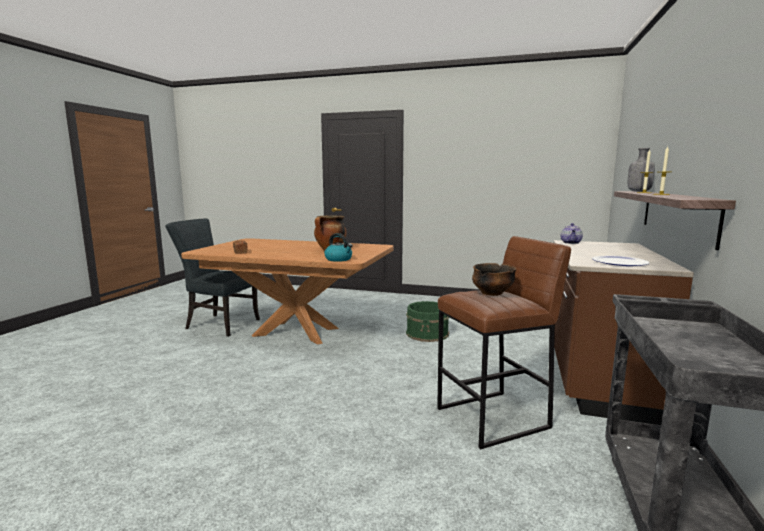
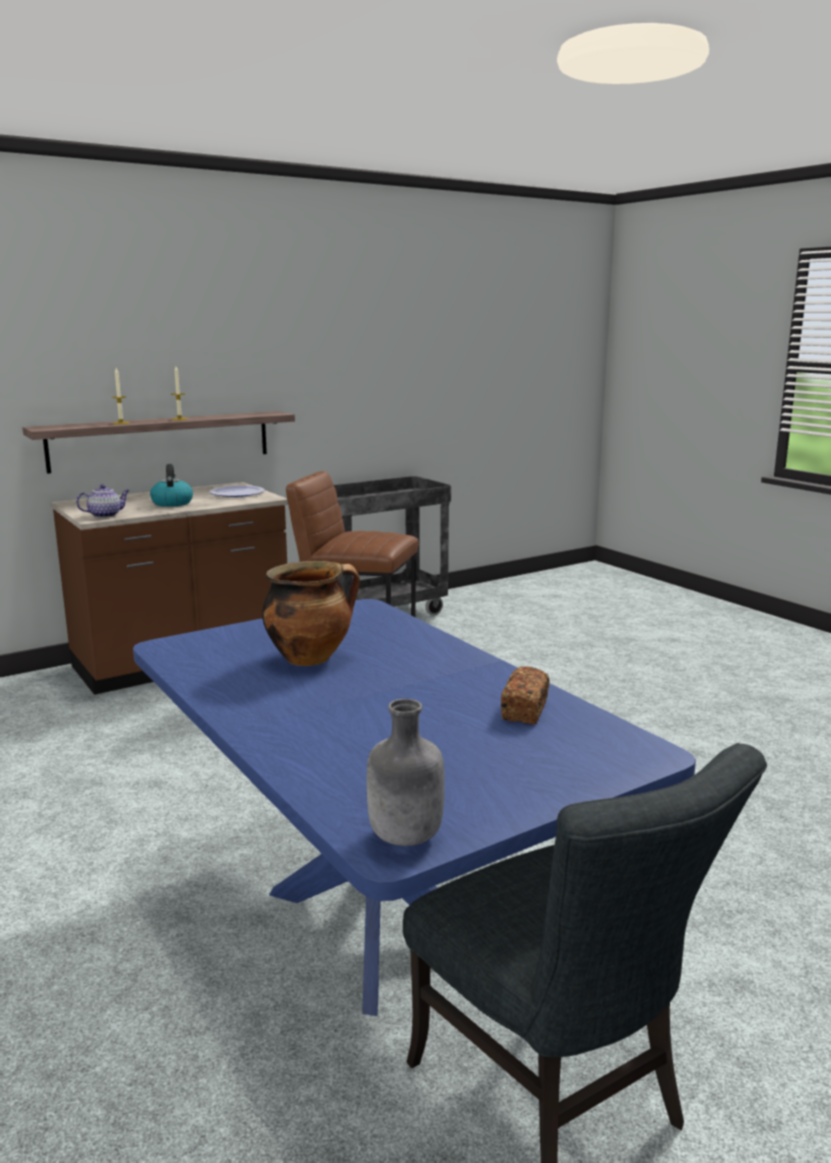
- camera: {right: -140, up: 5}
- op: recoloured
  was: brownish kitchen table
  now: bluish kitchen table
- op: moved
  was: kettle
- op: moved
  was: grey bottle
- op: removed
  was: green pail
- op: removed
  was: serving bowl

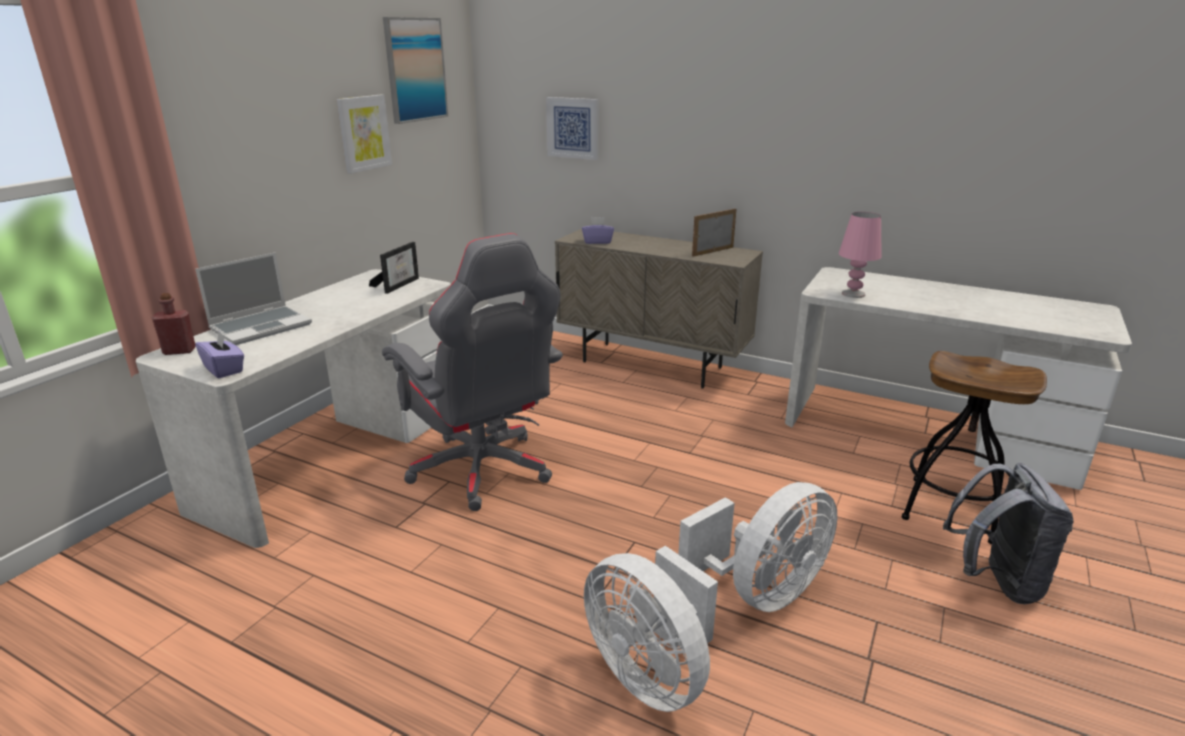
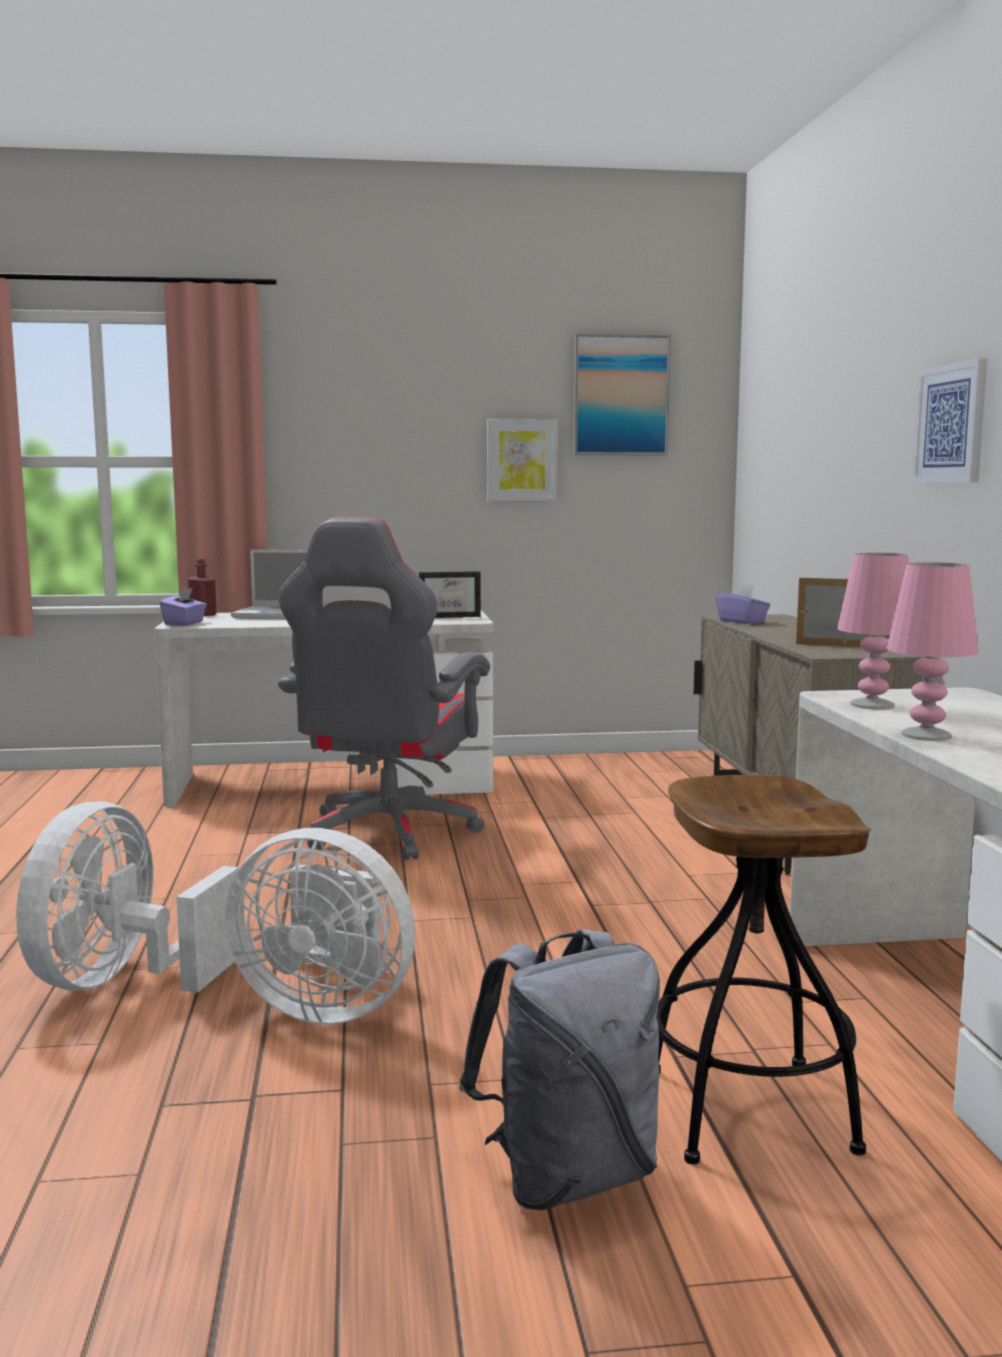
- camera: {right: 55, up: -15}
- op: added
  now: pink tabletop lamp (2nd from left)
- op: moved
  was: wall art (3rd from left)

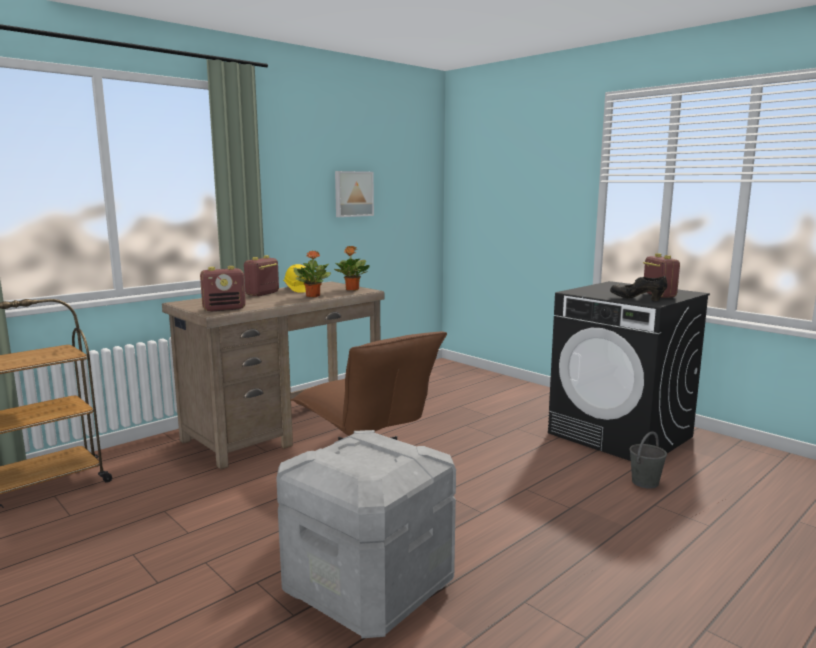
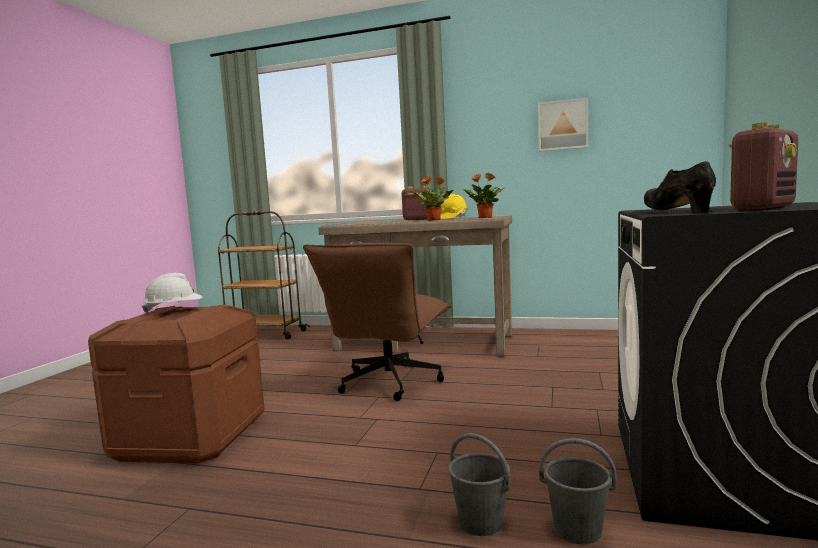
- camera: {right: 60, up: -5}
- op: recoloured
  was: grey storage container
  now: brownish storage container
- op: added
  now: whitish work helmet
- op: added
  now: grey pail (1st from left)
- op: removed
  was: radio (1st from left)

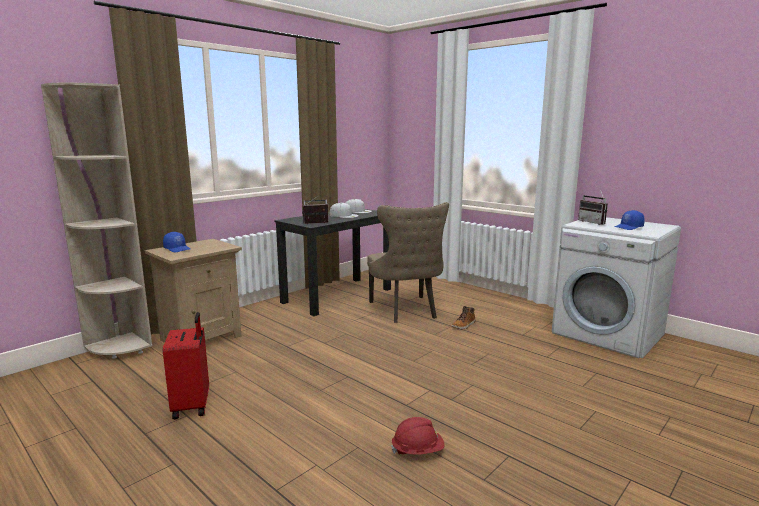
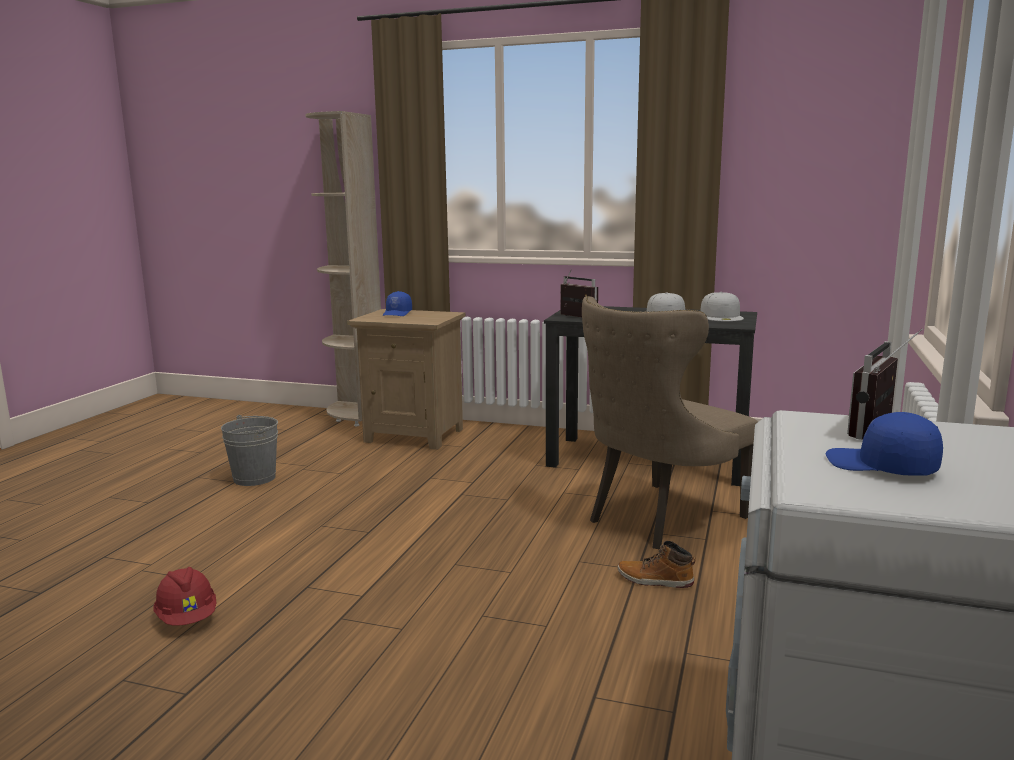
- camera: {right: 65, up: 0}
- op: replaced
  was: red suitcase
  now: grey pail

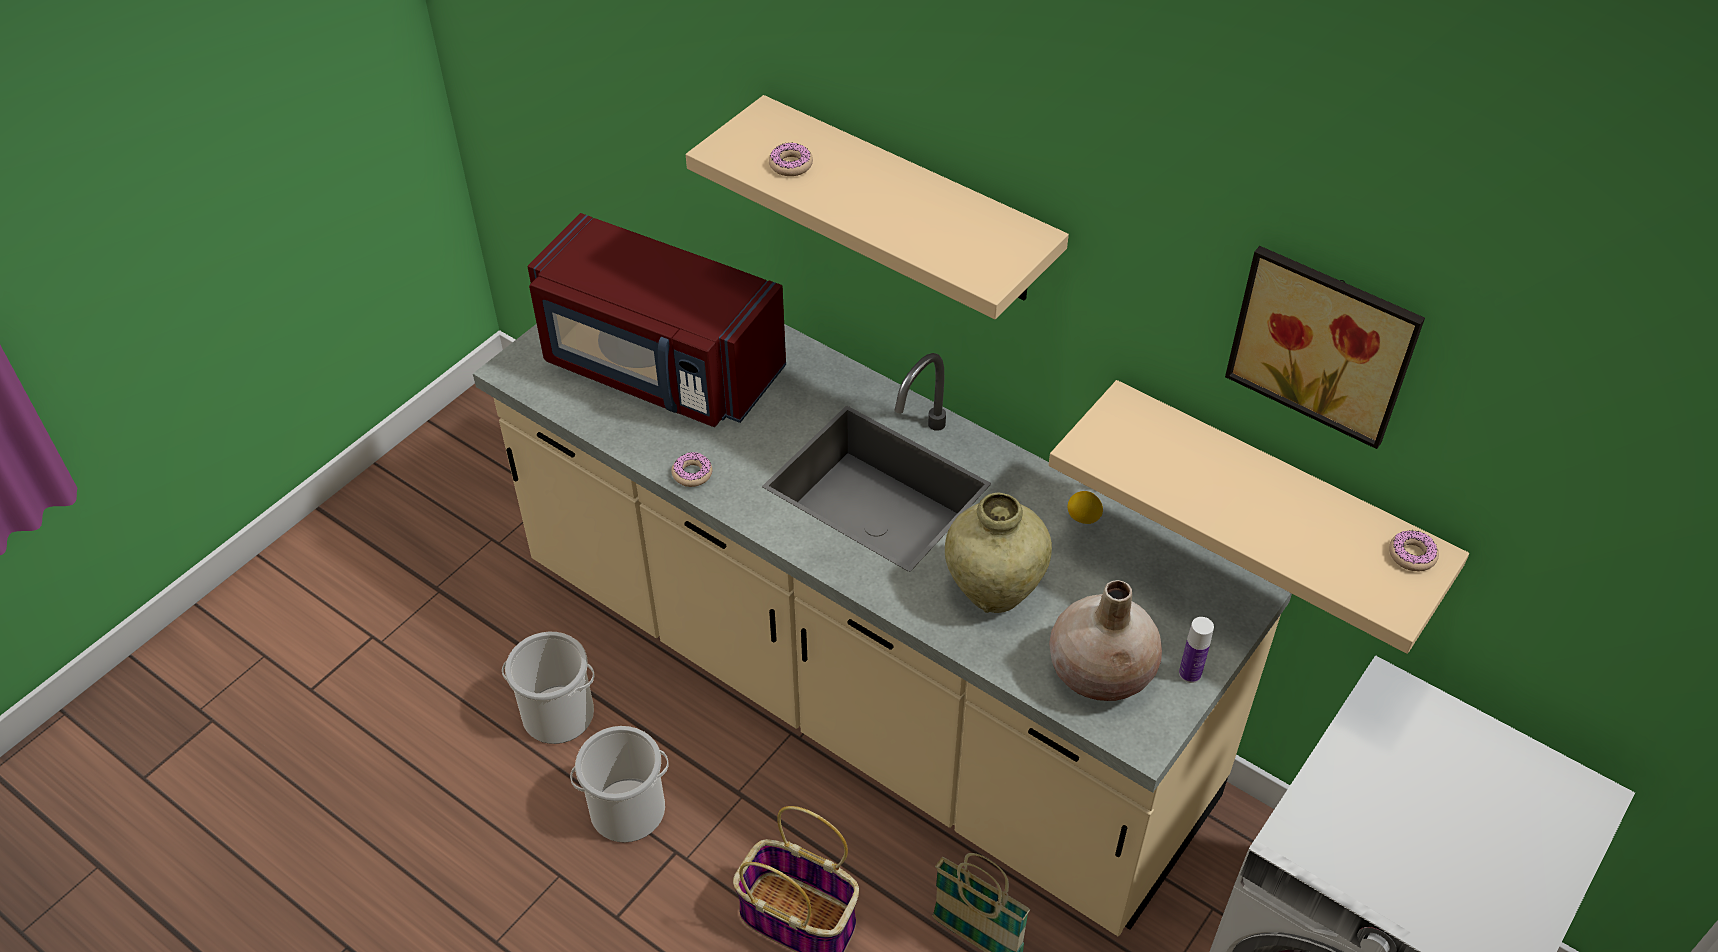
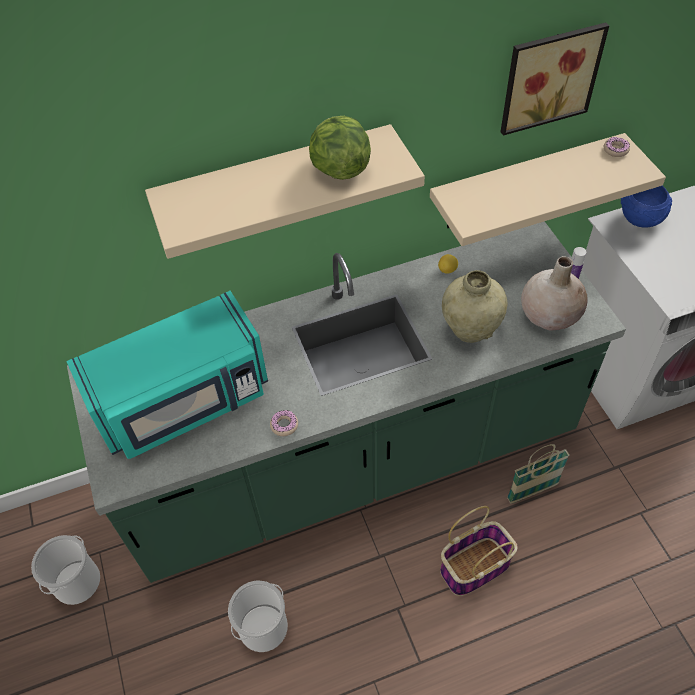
- camera: {right: -55, up: 5}
- op: moved
  was: pail (2nd from left in the first image)
  now: pail (1st from left)
- op: recoloured
  was: beige-coloured kitchen base unit
  now: green kitchen base unit
- op: recoloured
  was: red microwave
  now: turquoise-coloured microwave
- op: added
  now: lettuce head
- op: added
  now: bluish serving bowl
- op: removed
  was: doughnut (2nd from left)

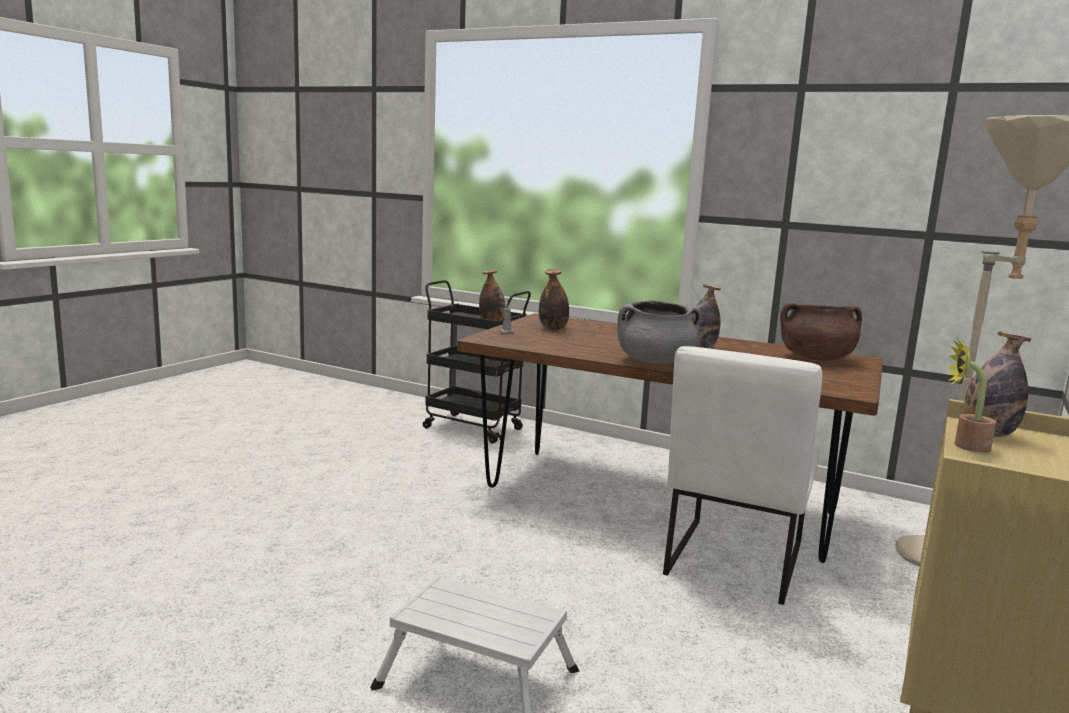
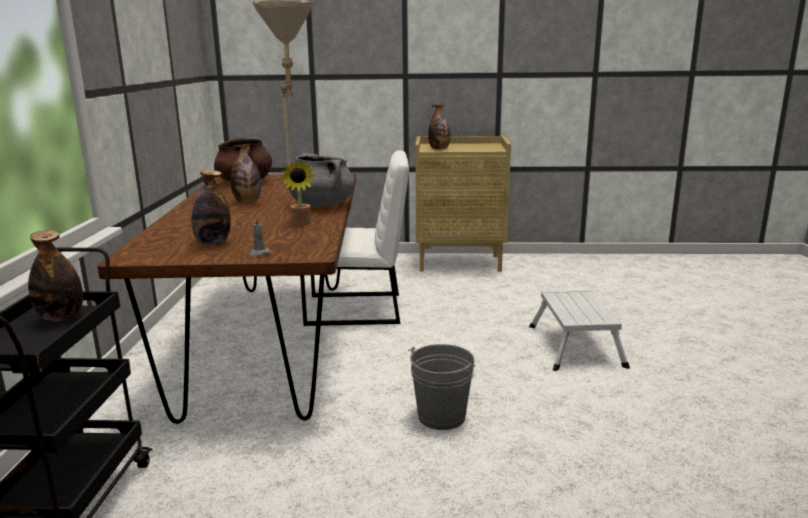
- camera: {right: -115, up: 5}
- op: moved
  was: plant in a pot
- op: added
  now: grey pail

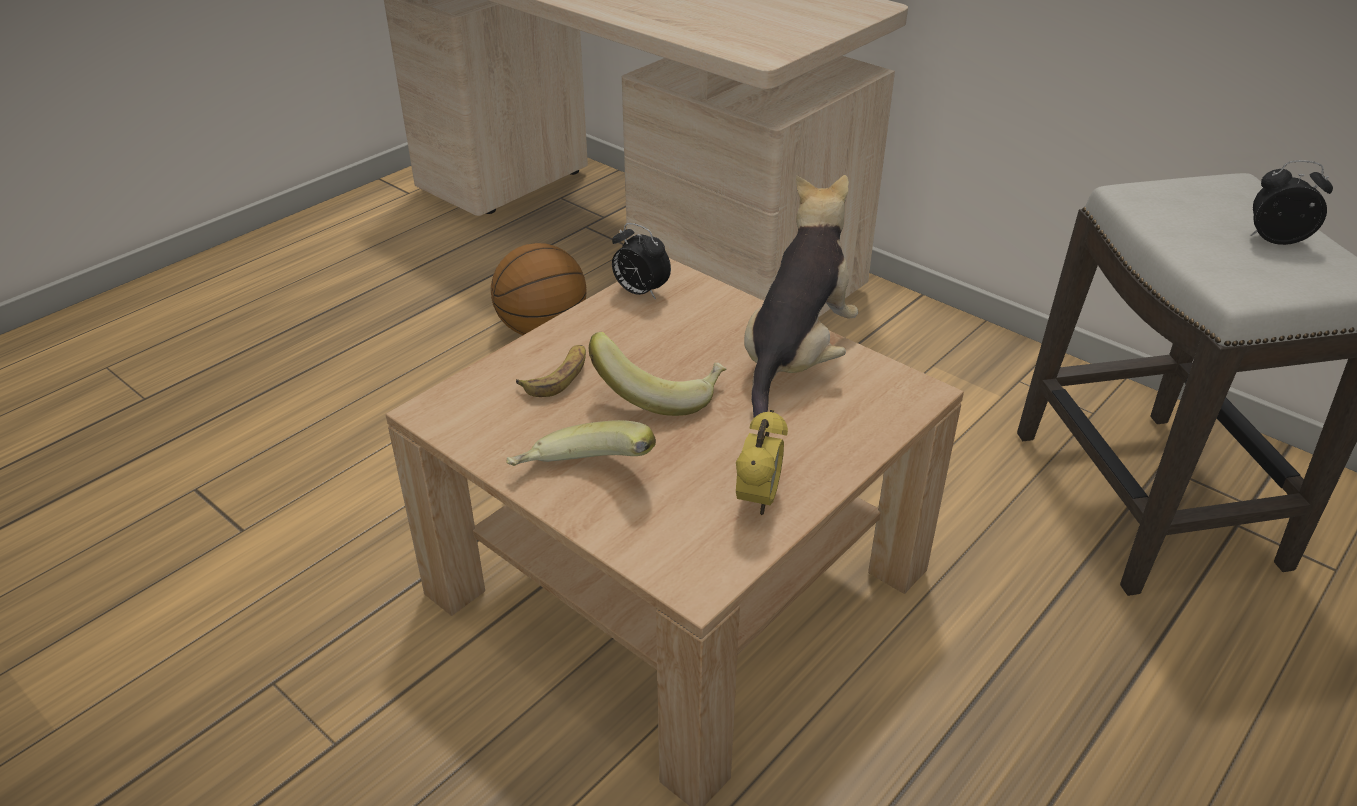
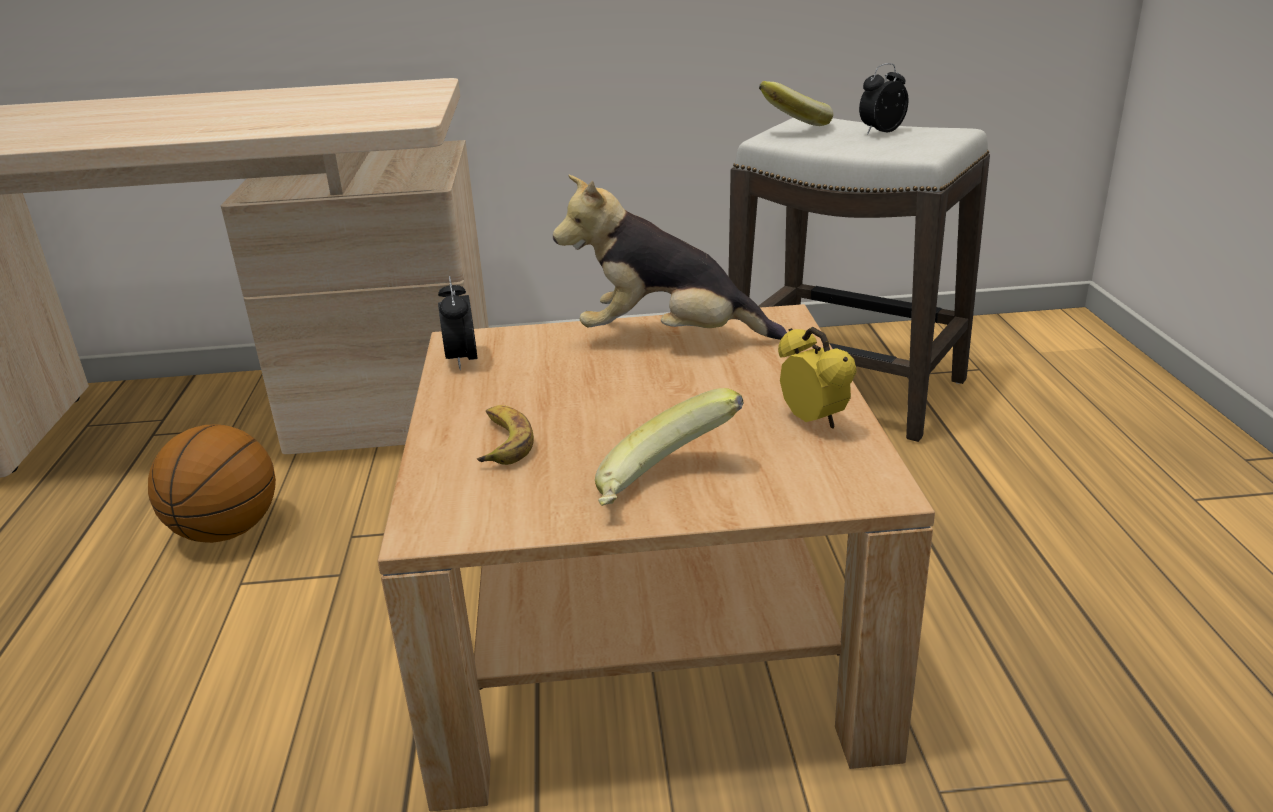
- camera: {right: -45, up: -10}
- op: turned
  was: table clock (1st from left)
  clockwise: 90
- op: turned
  was: cuddly toy
  clockwise: -60
- op: moved
  was: banana fruit (3rd from left)

